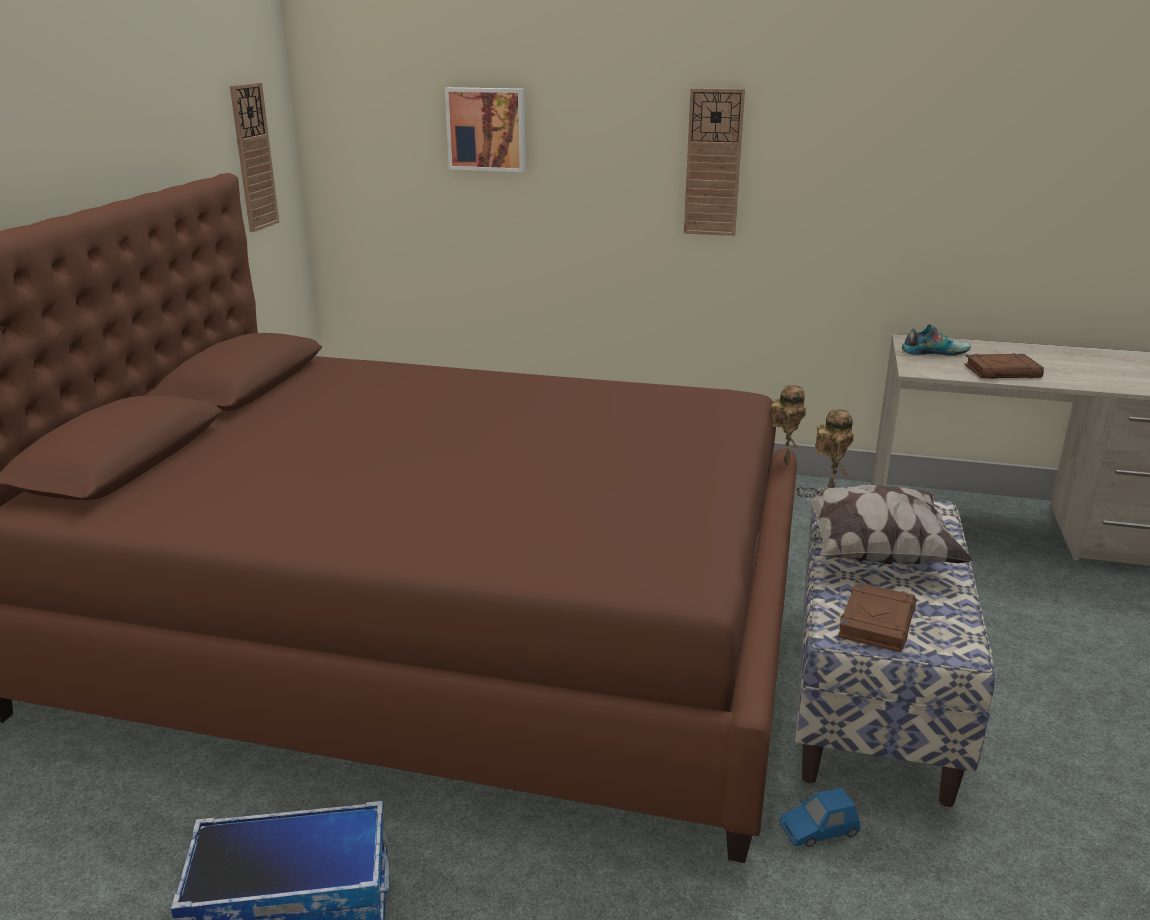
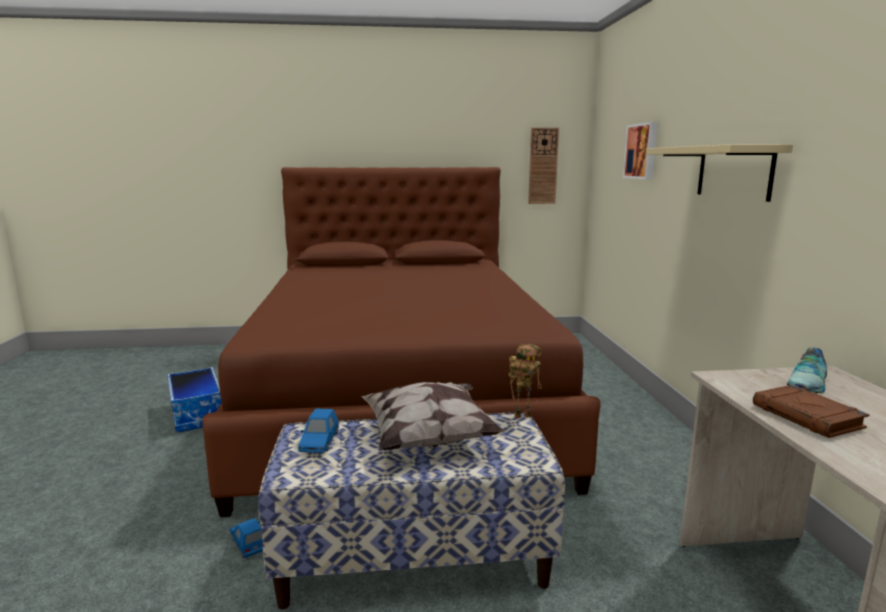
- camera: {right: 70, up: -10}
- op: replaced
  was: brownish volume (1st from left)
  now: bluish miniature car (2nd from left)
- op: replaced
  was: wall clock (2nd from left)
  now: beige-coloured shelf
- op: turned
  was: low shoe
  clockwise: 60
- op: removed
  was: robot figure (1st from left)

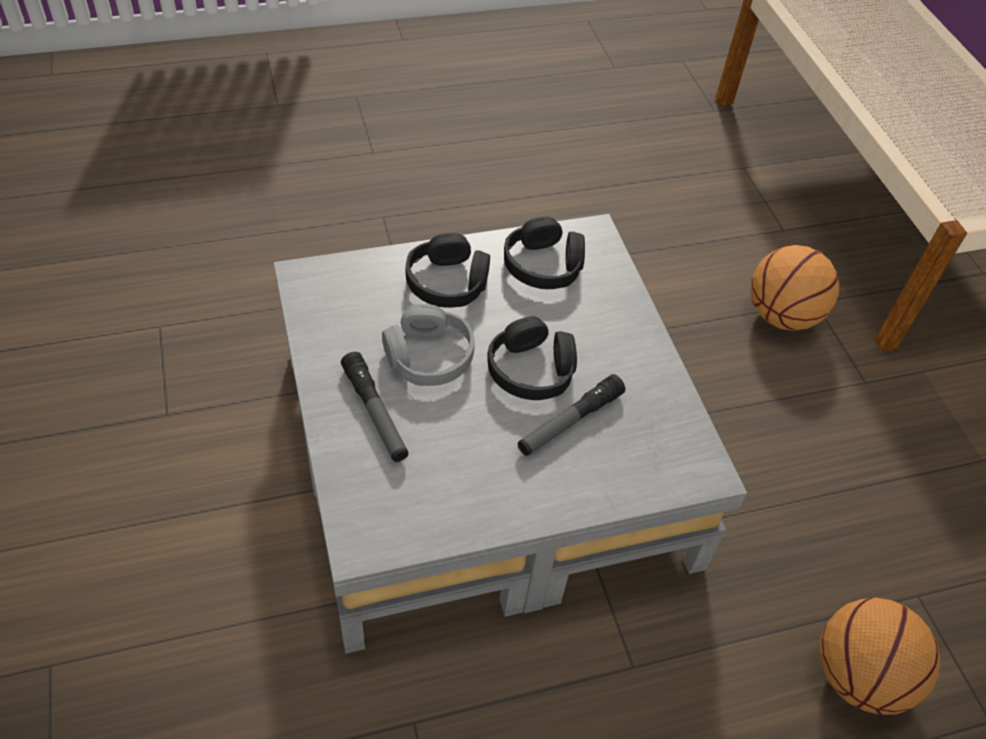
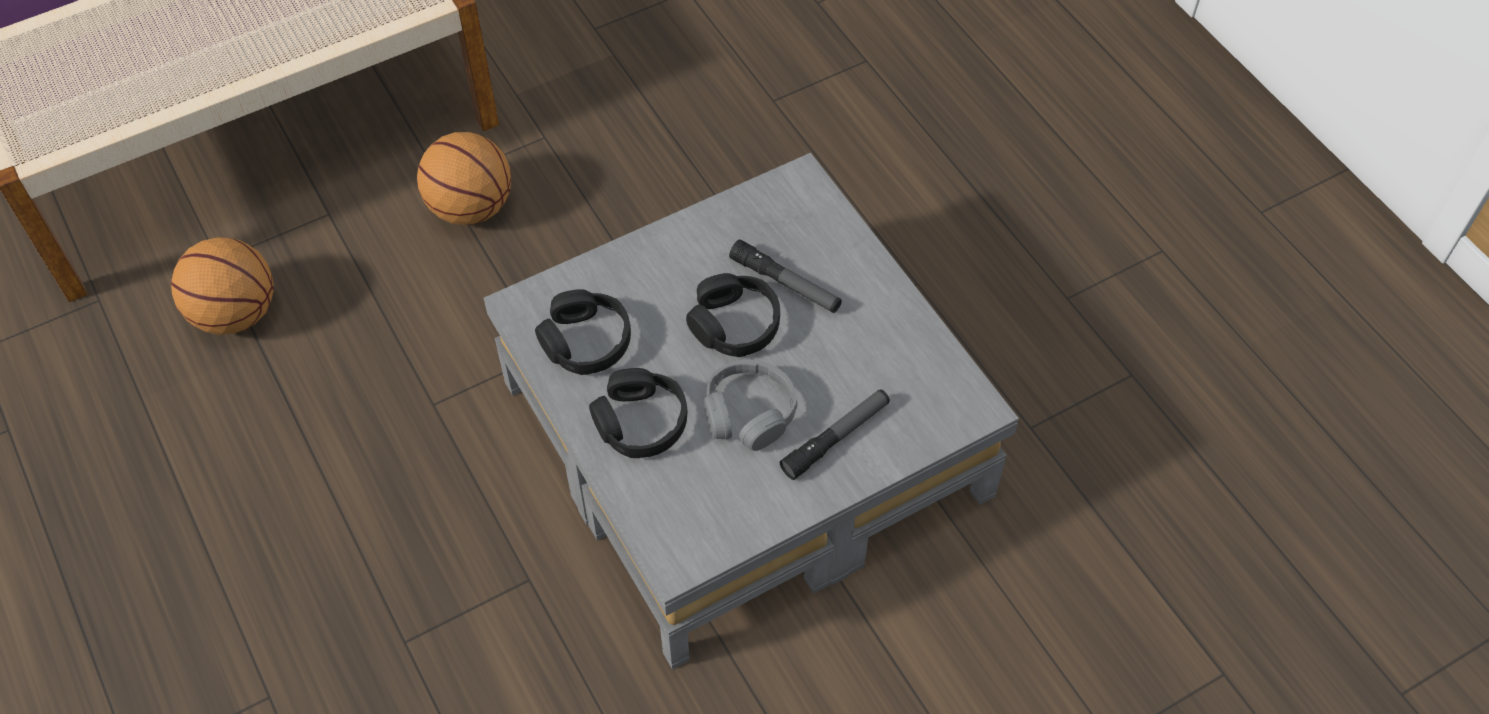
- camera: {right: -100, up: 5}
- op: moved
  was: ball for basketball (2nd from left in the first image)
  now: ball for basketball (1st from left)

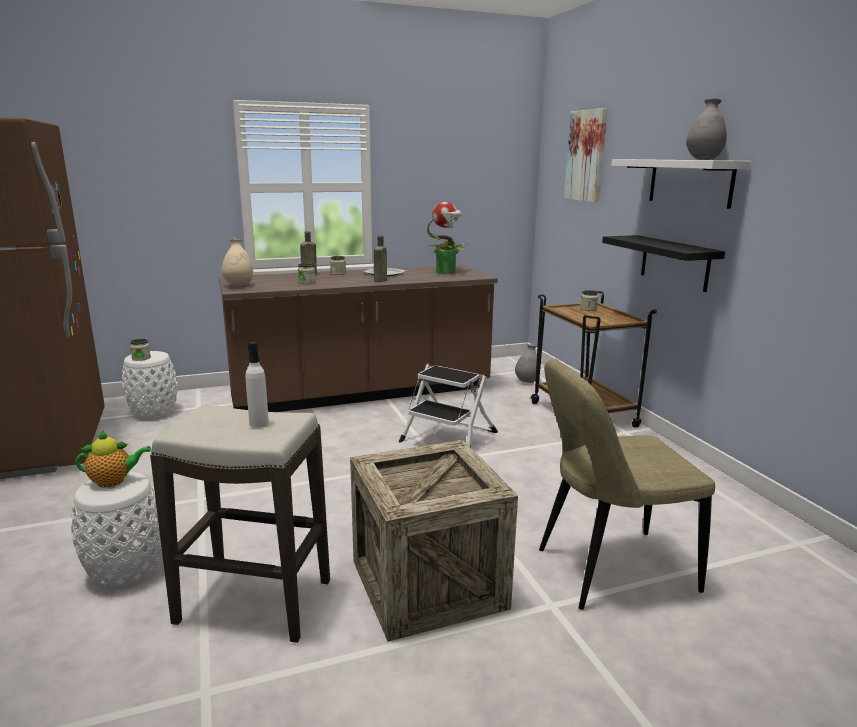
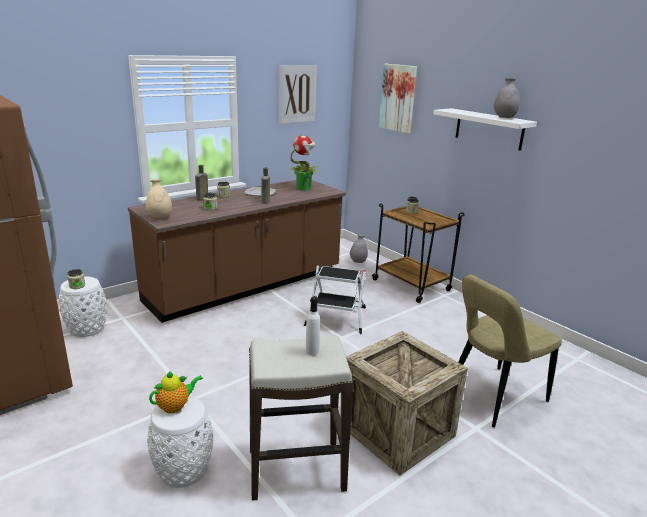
- camera: {right: -20, up: 5}
- op: added
  now: wall art (1st from left)
- op: removed
  was: black shelf

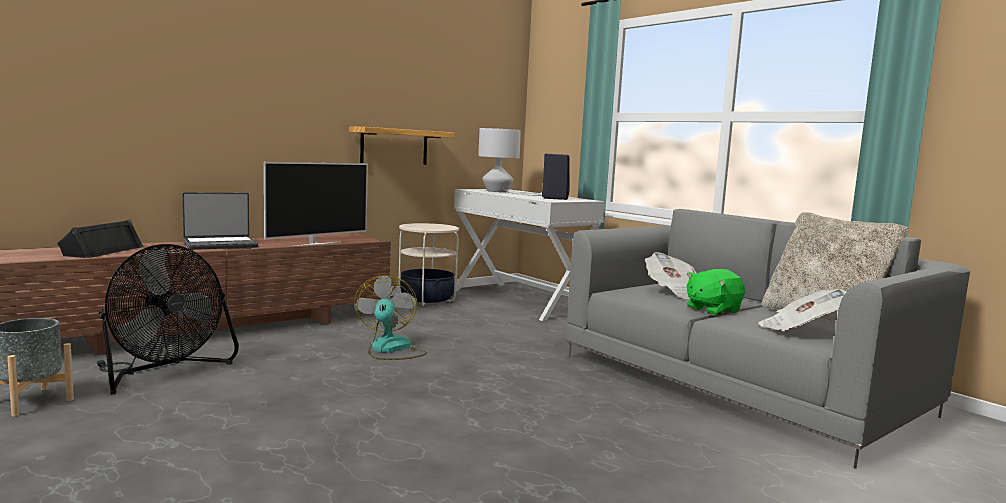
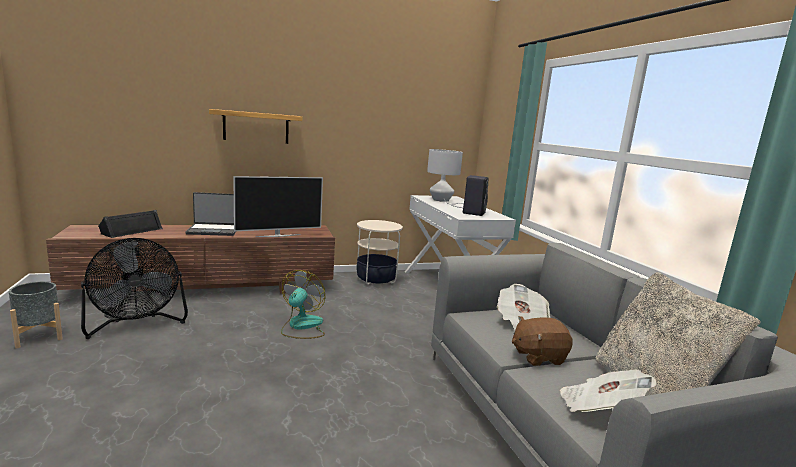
- camera: {right: 20, up: 5}
- op: moved
  was: shelf
- op: recoloured
  was: green cuddly toy
  now: brownish cuddly toy

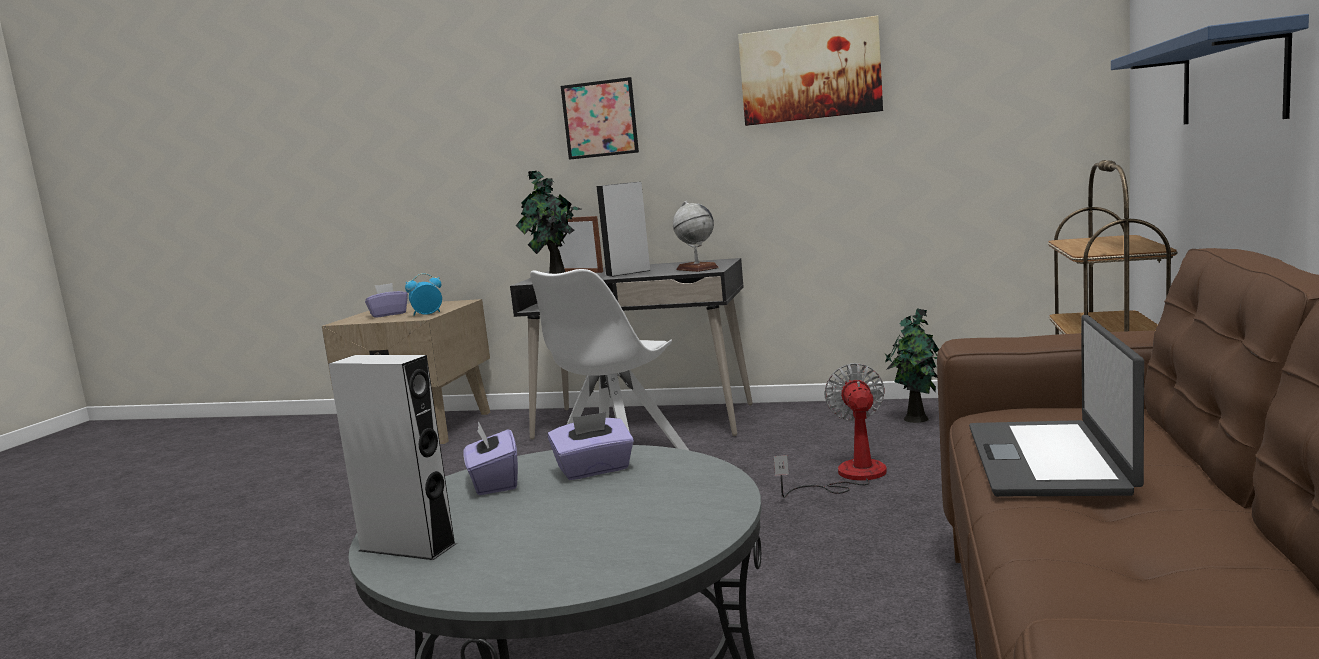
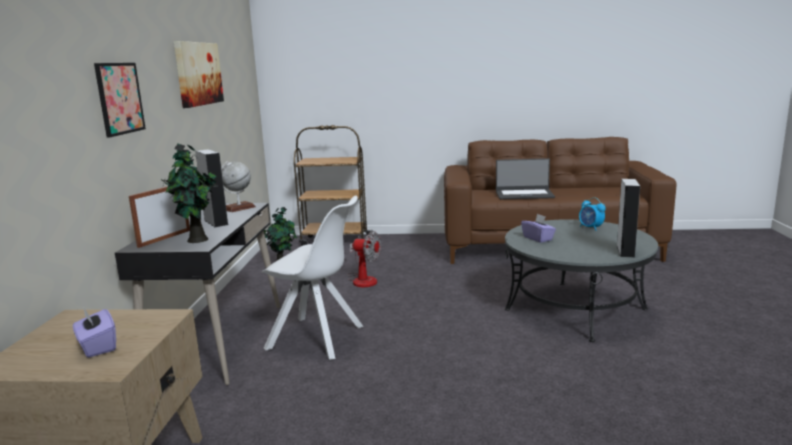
- camera: {right: -100, up: 5}
- op: turned
  was: cooling fan
  clockwise: -150
- op: moved
  was: table clock
- op: removed
  was: purplish box of tissues (2nd from left)
- op: removed
  was: bluish shelf

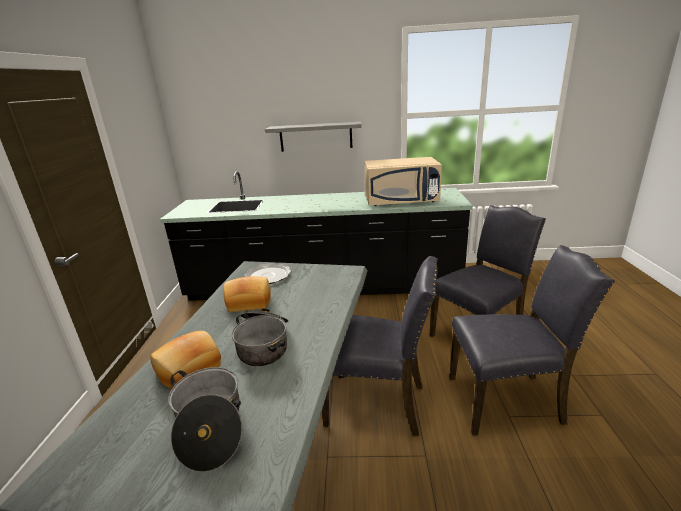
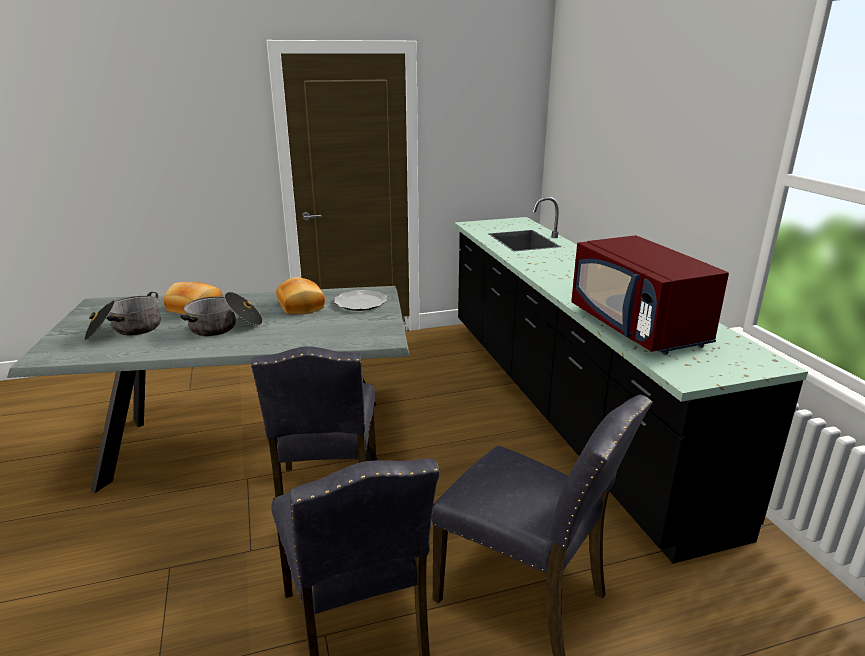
- camera: {right: 70, up: 0}
- op: recoloured
  was: beige-coloured microwave
  now: red microwave
- op: removed
  was: grey shelf

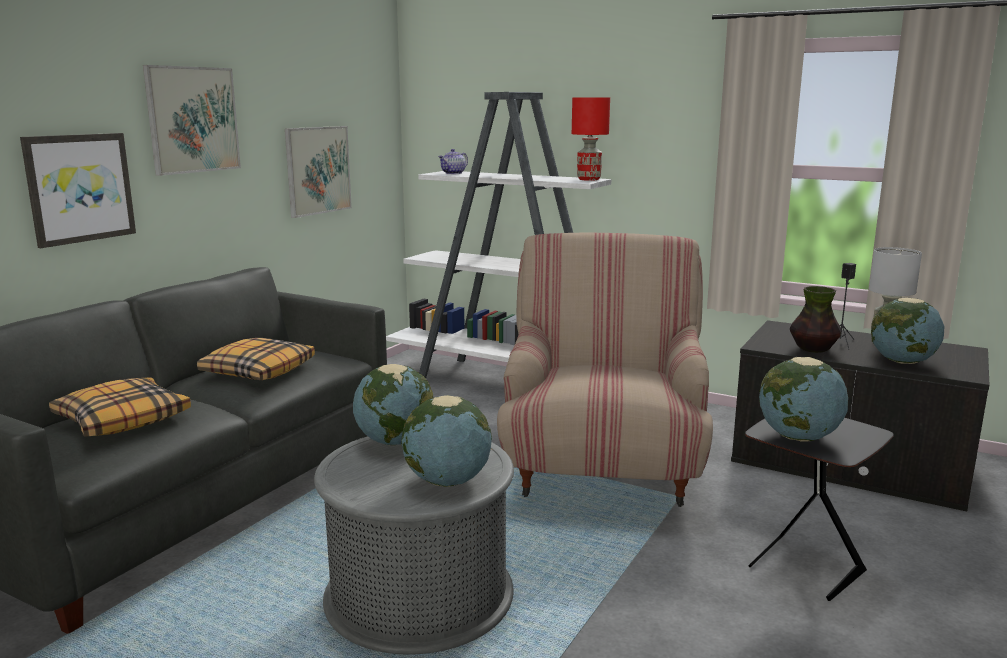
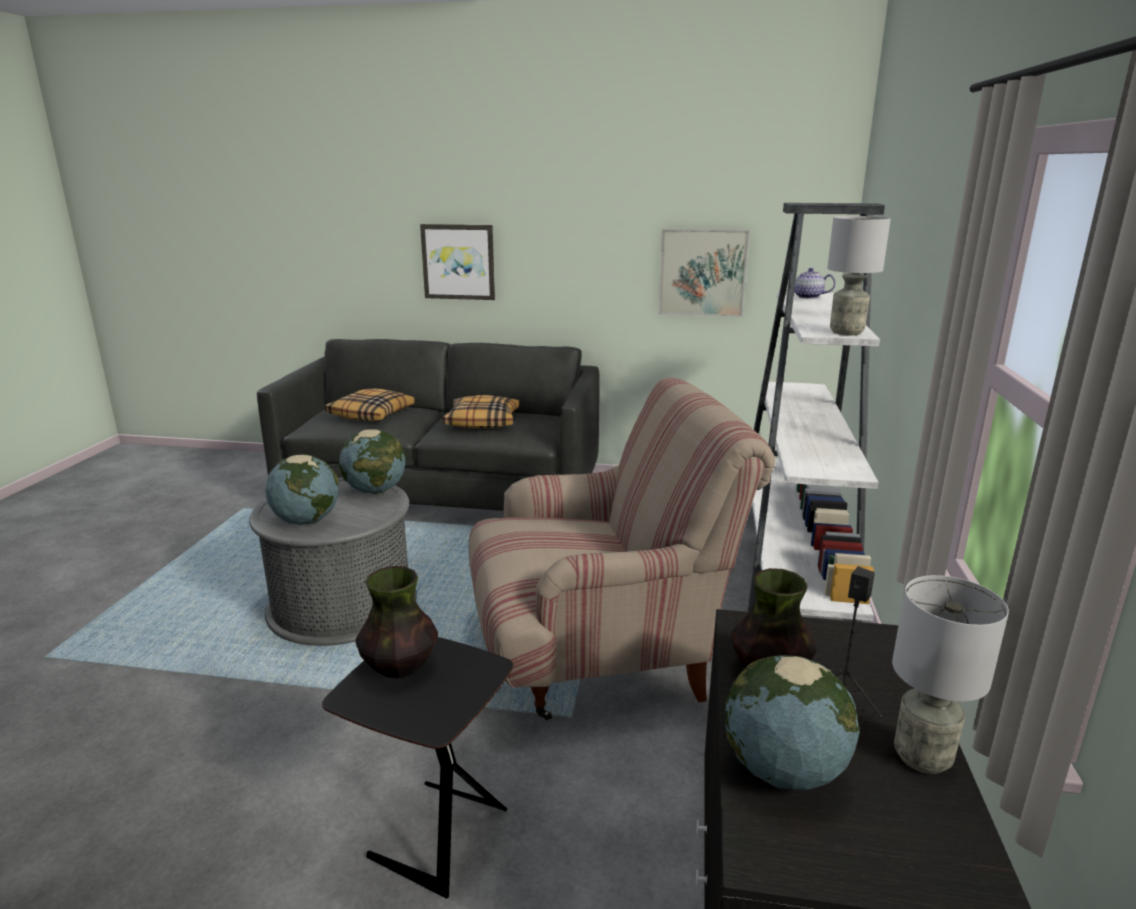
- camera: {right: 70, up: 5}
- op: replaced
  was: desk globe (3rd from left)
  now: decorative vase (1st from left)
- op: recoloured
  was: red tabletop lamp
  now: grey tabletop lamp (1st from left)
- op: removed
  was: wall art (2nd from left)

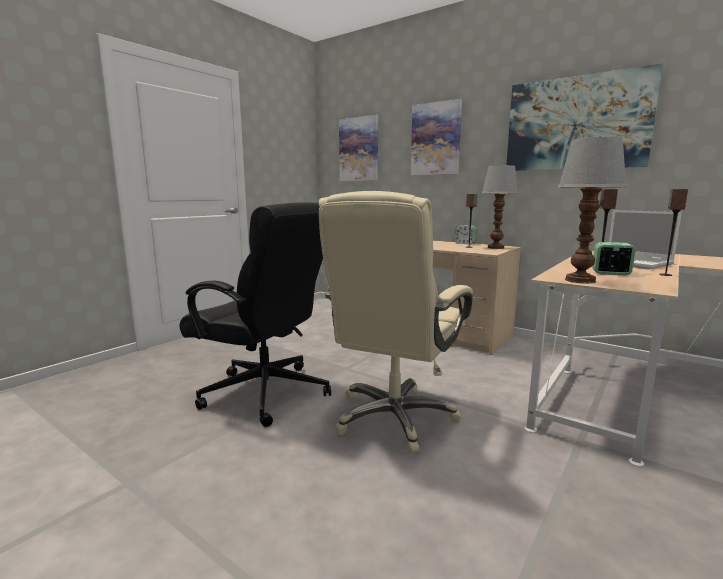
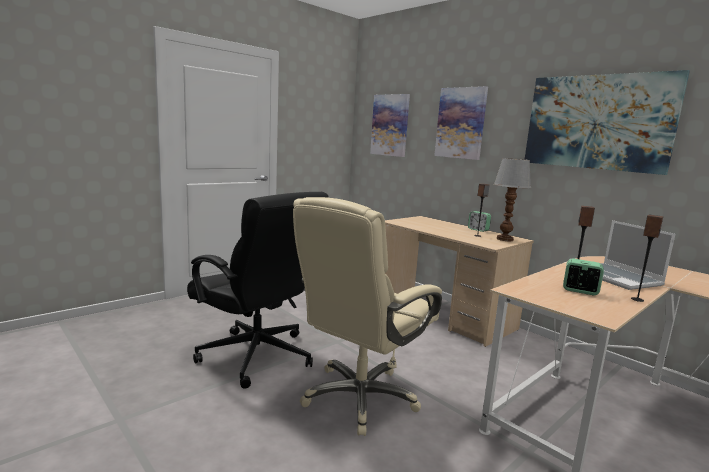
- camera: {right: 10, up: 0}
- op: removed
  was: tabletop lamp (2nd from left)

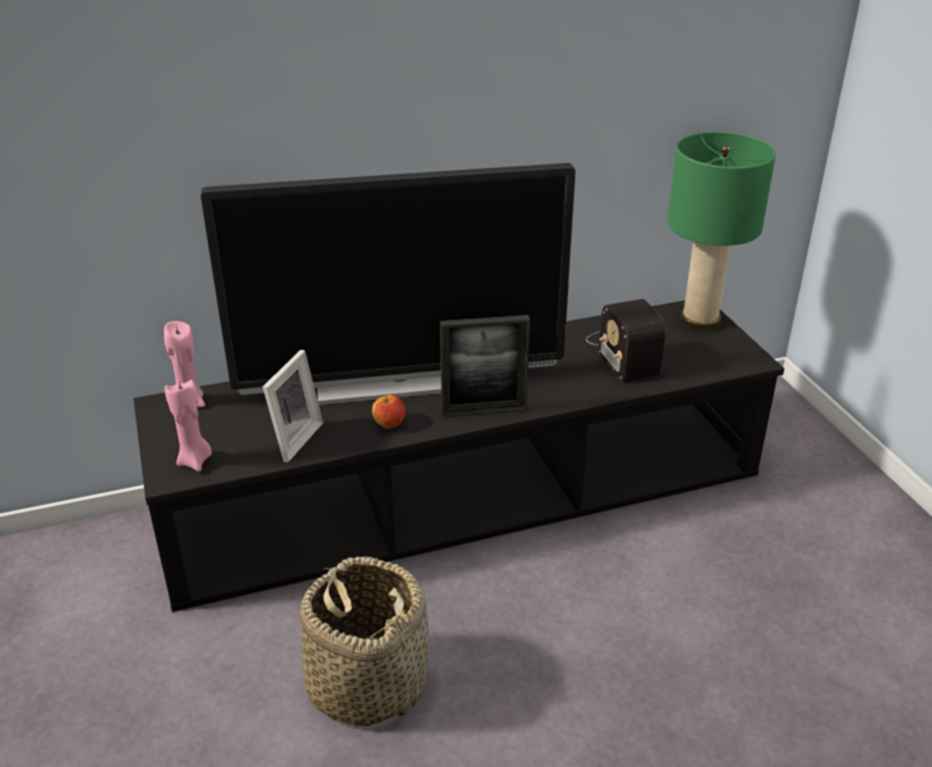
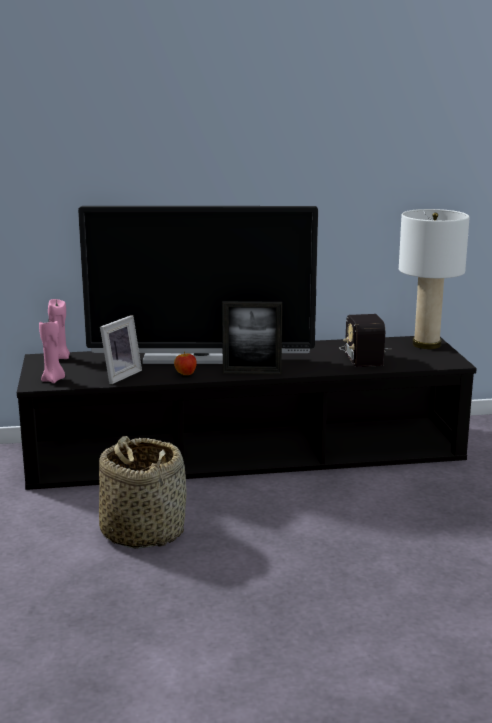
- camera: {right: 10, up: -15}
- op: recoloured
  was: green tabletop lamp
  now: whitish tabletop lamp

